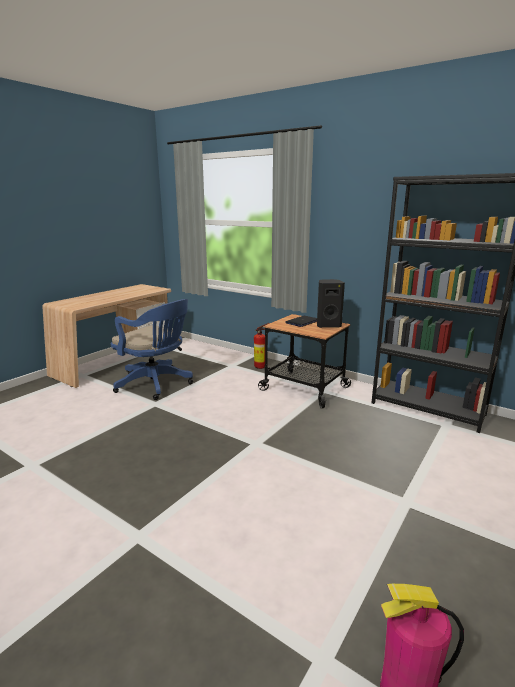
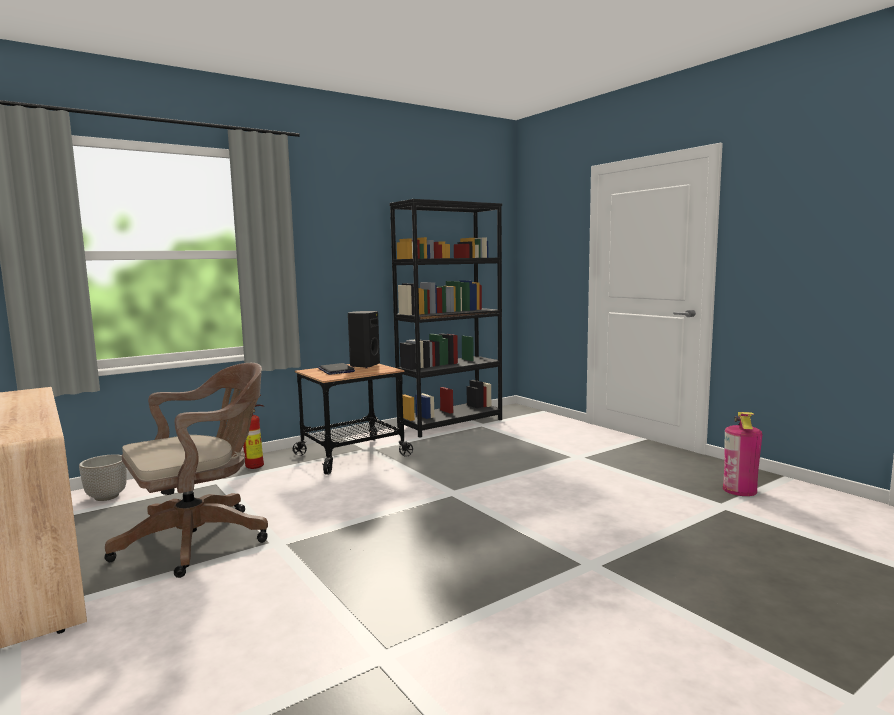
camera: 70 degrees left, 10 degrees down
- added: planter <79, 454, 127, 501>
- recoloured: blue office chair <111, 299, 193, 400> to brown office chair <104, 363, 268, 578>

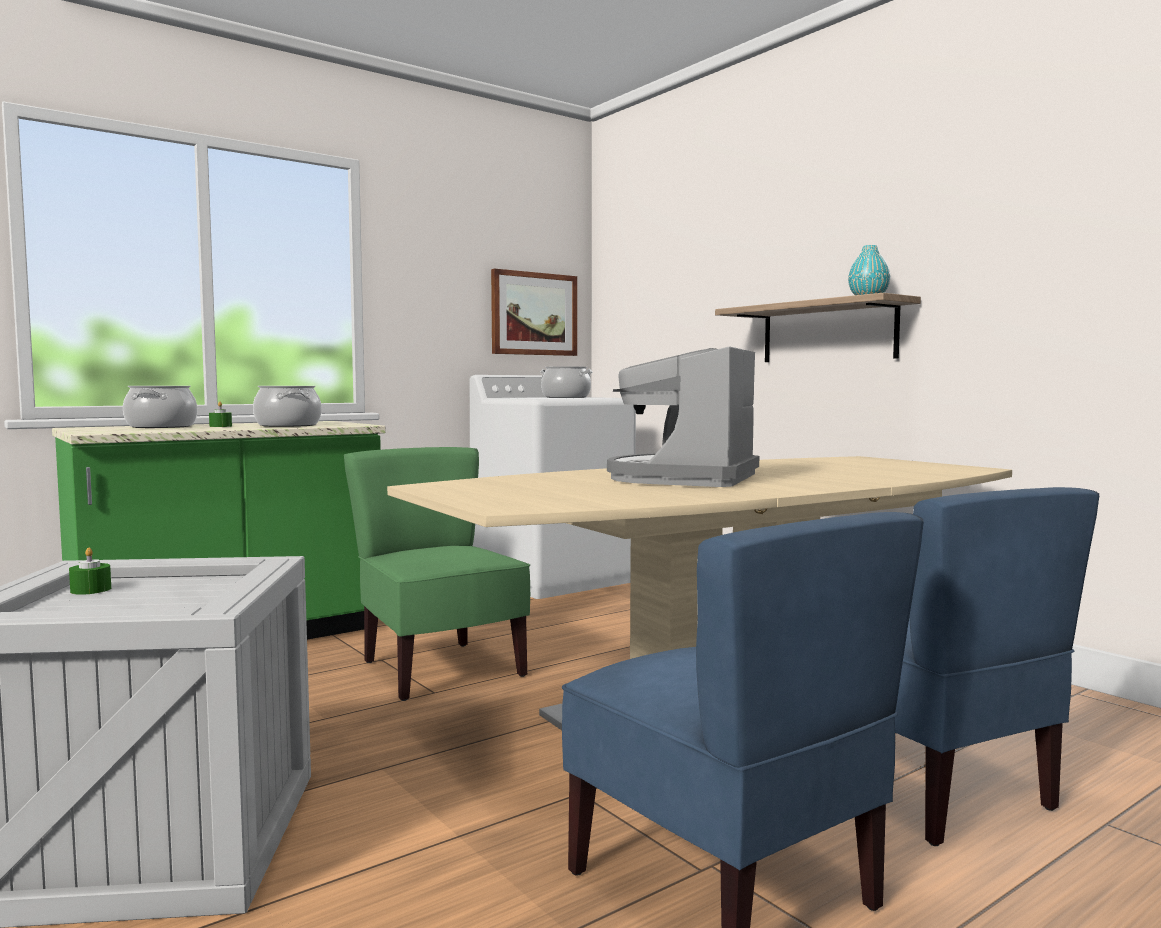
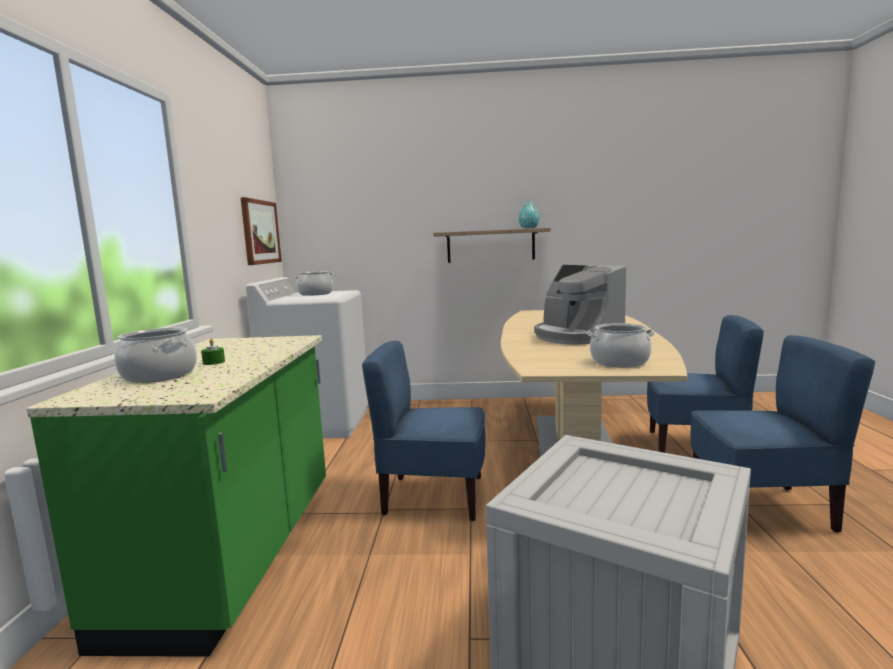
camera: 50 degrees left, 5 degrees up
- removed: green candle <69, 548, 111, 595>
- moved: cooking pot <253, 386, 322, 427> to <587, 323, 655, 367>
- recoloured: green chair <344, 447, 530, 701> to blue chair <362, 341, 485, 521>

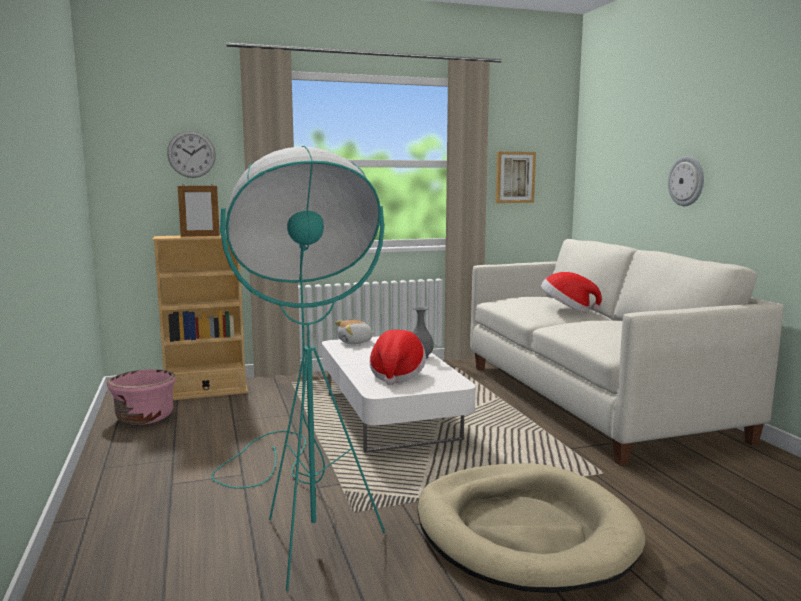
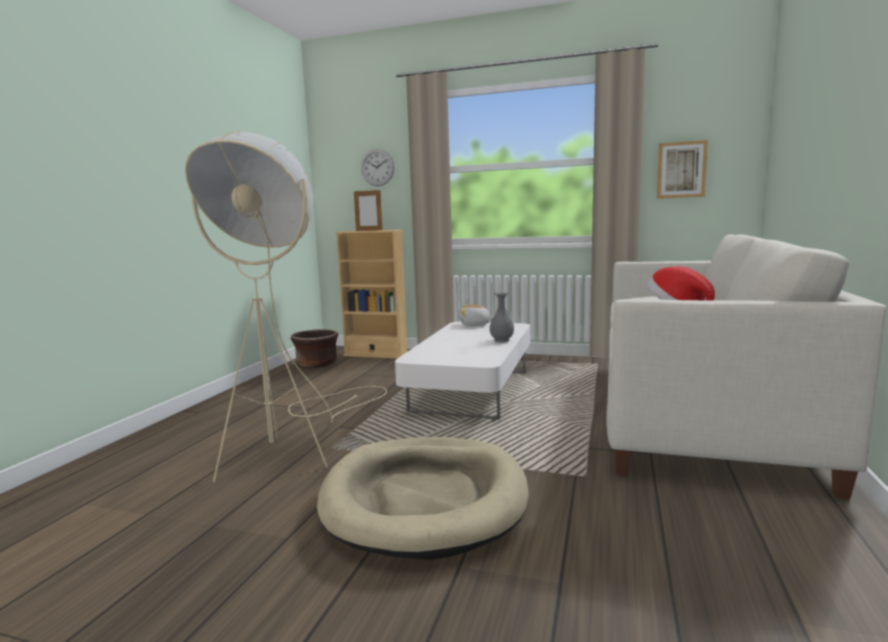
camera: 35 degrees right, 0 degrees up
- removed: hat <370, 330, 426, 385>
- removed: wall clock <668, 156, 704, 206>
- recoloured: pink planter <107, 369, 176, 425> to brown planter <291, 329, 338, 368>
- recoloured: turquoise floor lamp <211, 146, 385, 590> to beige floor lamp <185, 131, 387, 482>

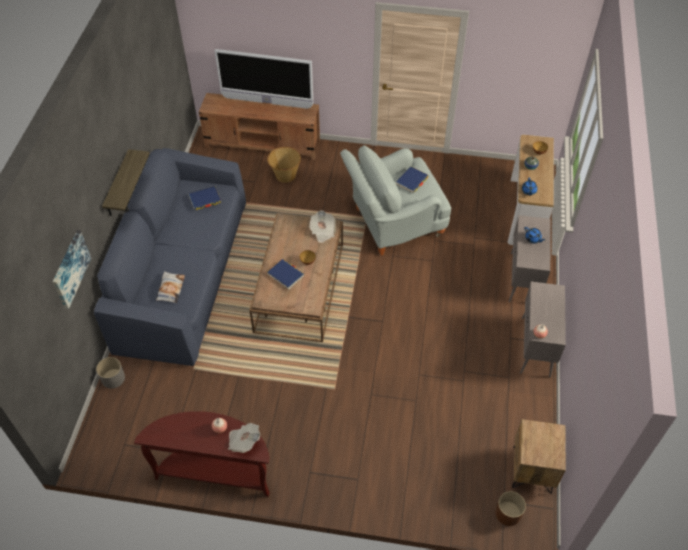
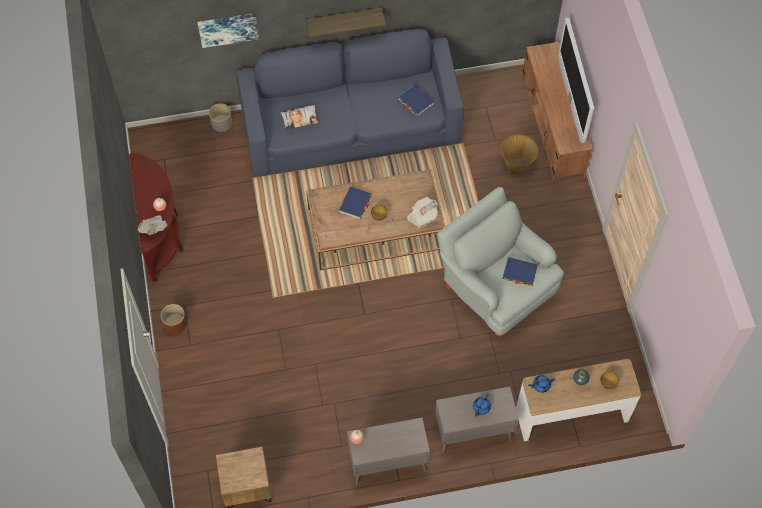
camera: 70 degrees right, 10 degrees up
- moved: brown planter <495, 491, 526, 526> to <161, 304, 187, 334>

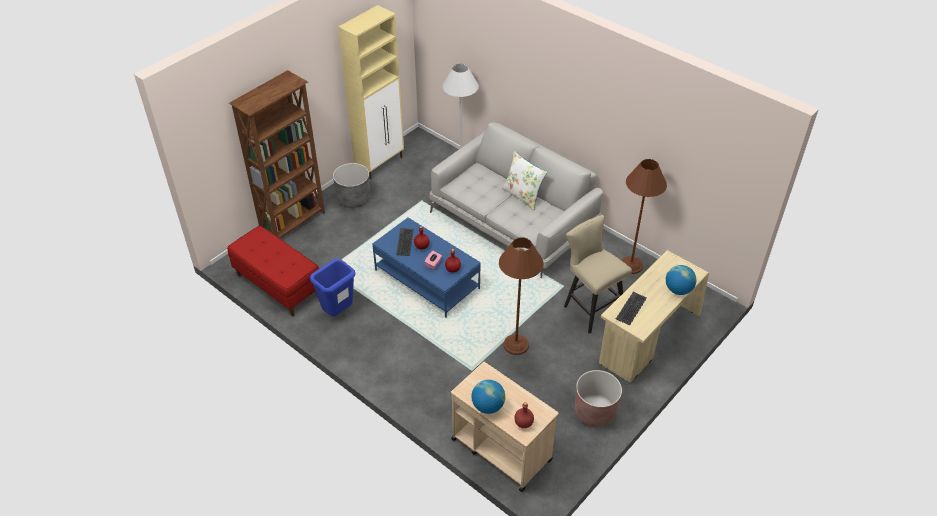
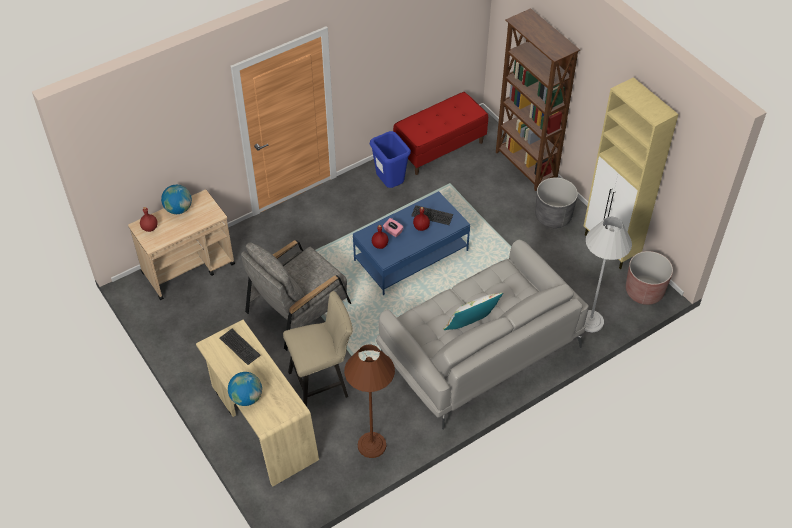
camera: 105 degrees right, 5 degrees up
- moved: brown planter <575, 370, 622, 427> to <626, 251, 673, 305>
- replaced: brown floor lamp <499, 237, 543, 355> to grey armchair <241, 240, 351, 351>

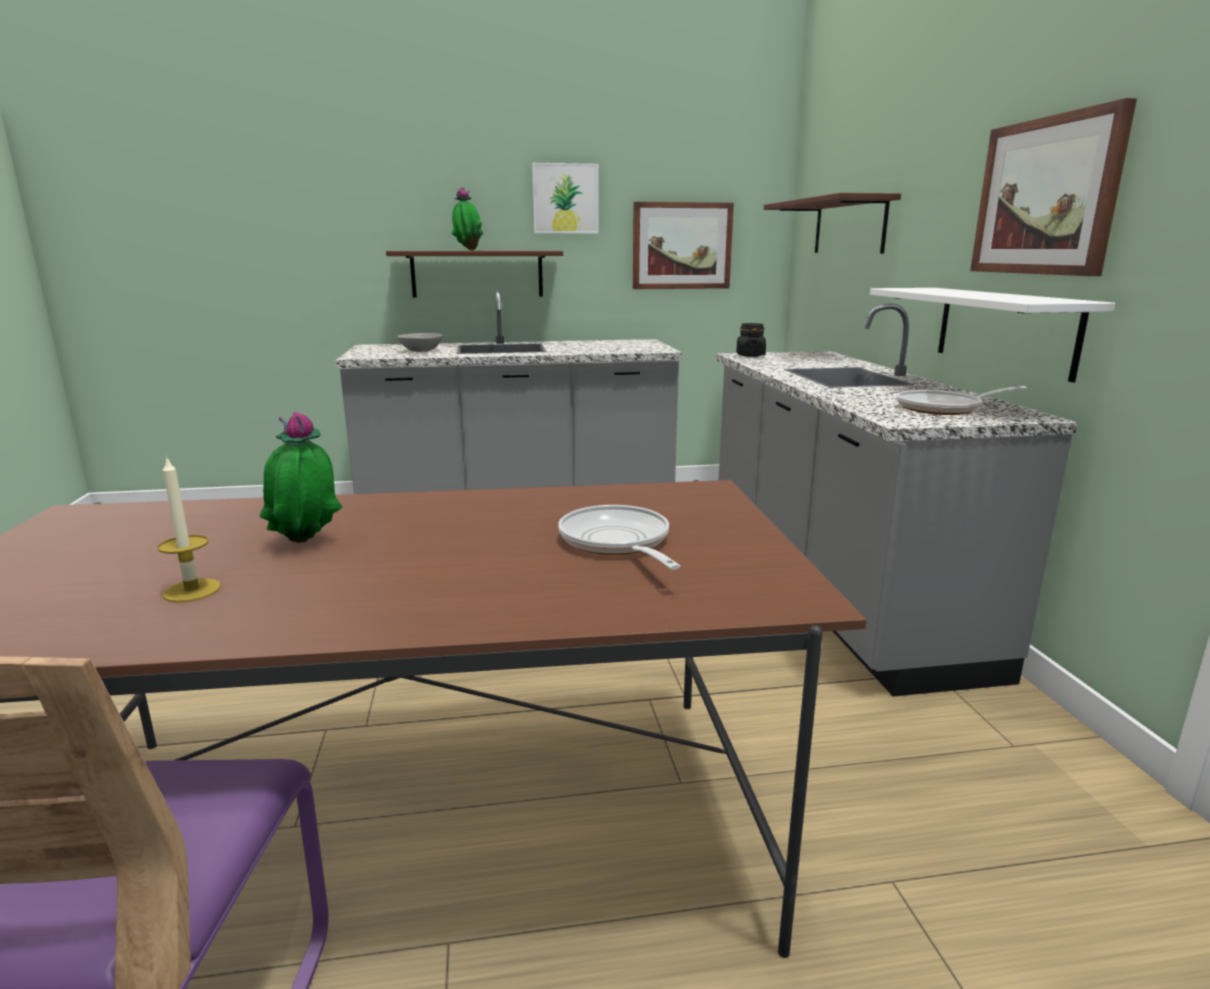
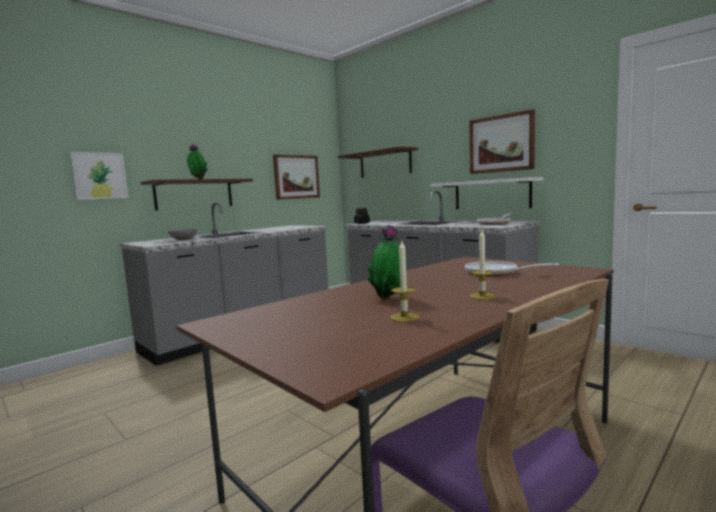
camera: 35 degrees left, 10 degrees down
- added: candle <470, 230, 496, 300>
- moved: picture <532, 163, 599, 234> to <70, 152, 128, 200>

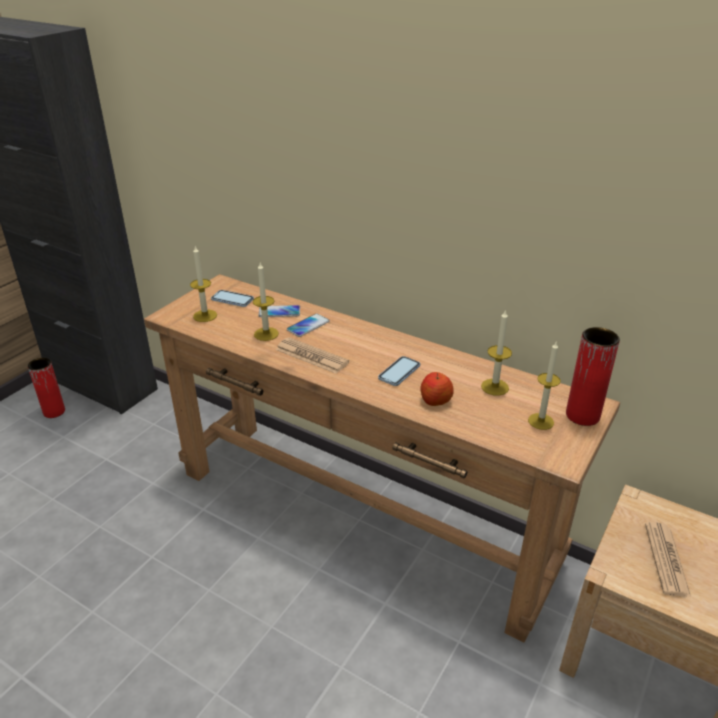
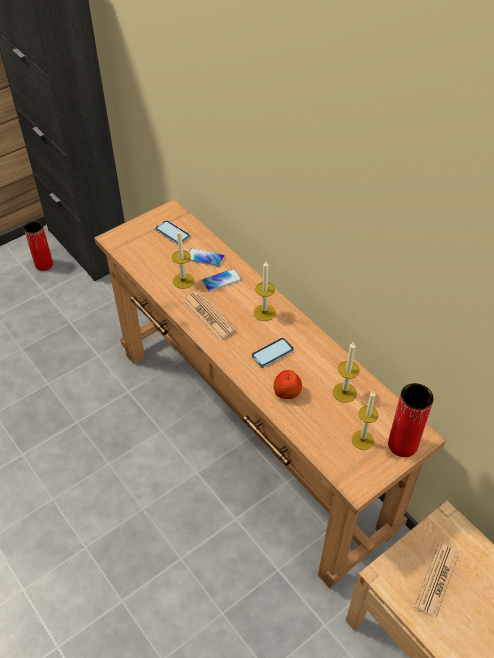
camera: 20 degrees right, 15 degrees up
- moved: candle <190, 246, 217, 322> to <253, 261, 276, 321>

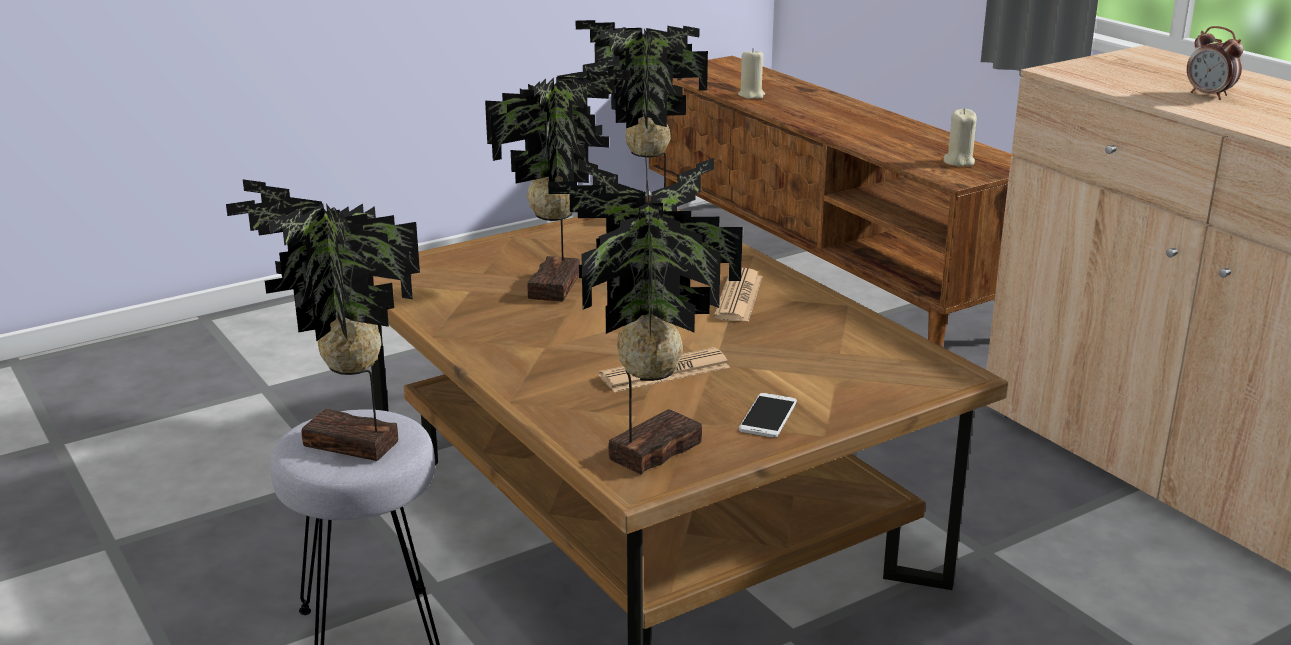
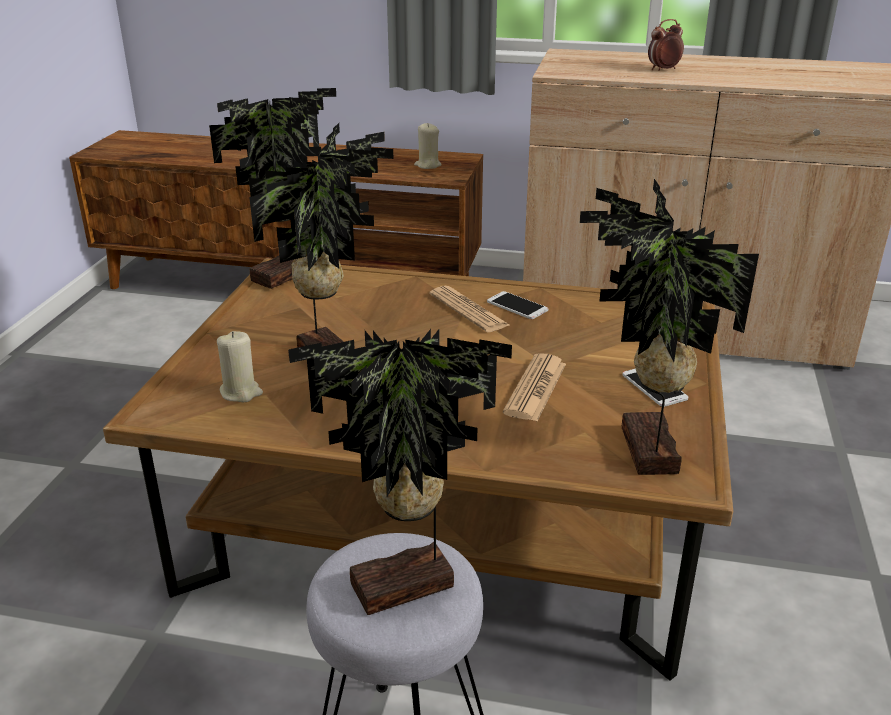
camera: 45 degrees left, 5 degrees up
- added: phone <487, 291, 548, 319>
- moved: beige candle <738, 48, 765, 99> to <217, 331, 263, 402>
- turned: alarm clock <1187, 26, 1244, 100> = <648, 19, 684, 71> 150 degrees clockwise

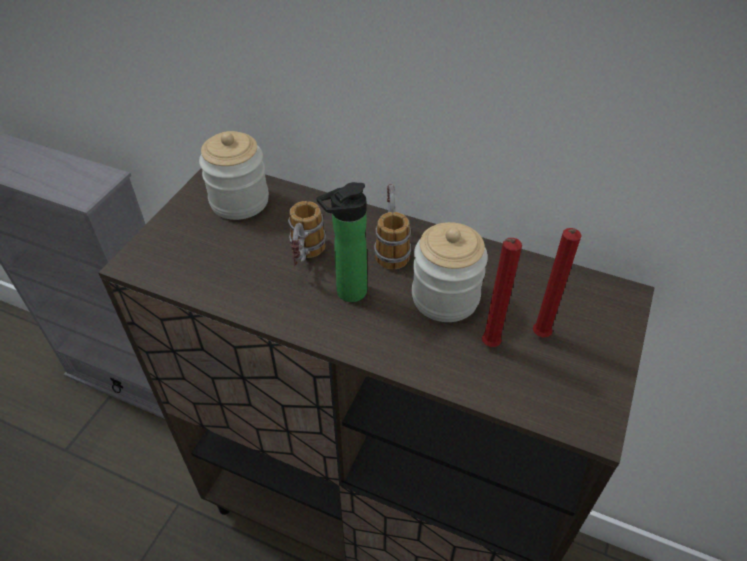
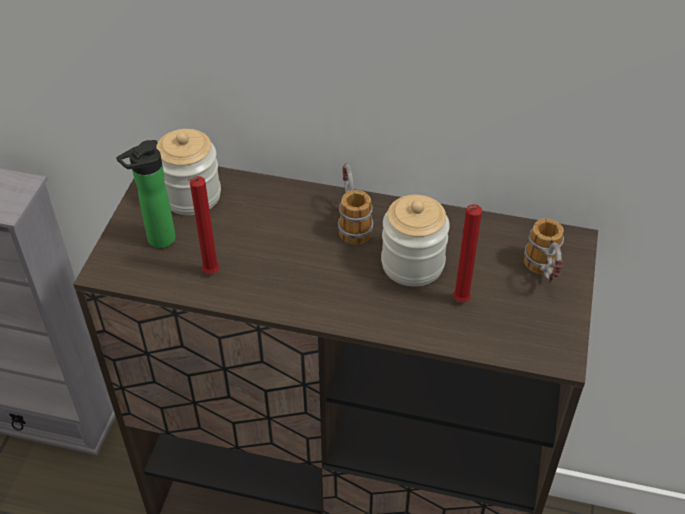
camera: 10 degrees left, 0 degrees up
- moved: mug <288, 201, 326, 266> to <524, 219, 564, 284>
- moved: bottle <316, 182, 367, 302> to <116, 140, 176, 248>
- moved: red candle <533, 228, 582, 337> to <187, 176, 219, 274>

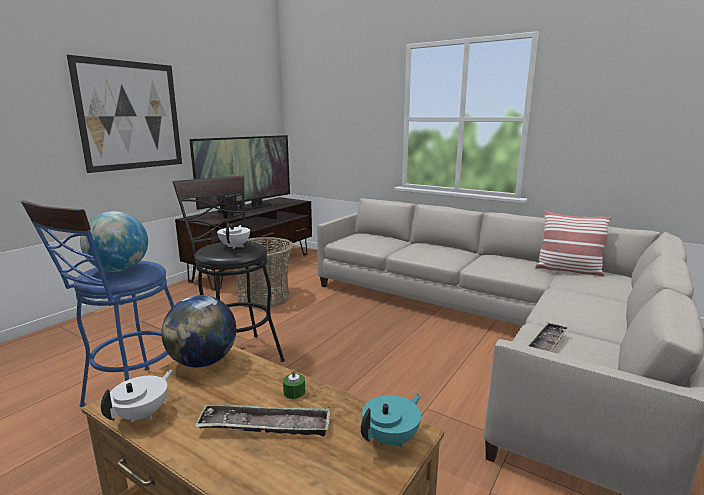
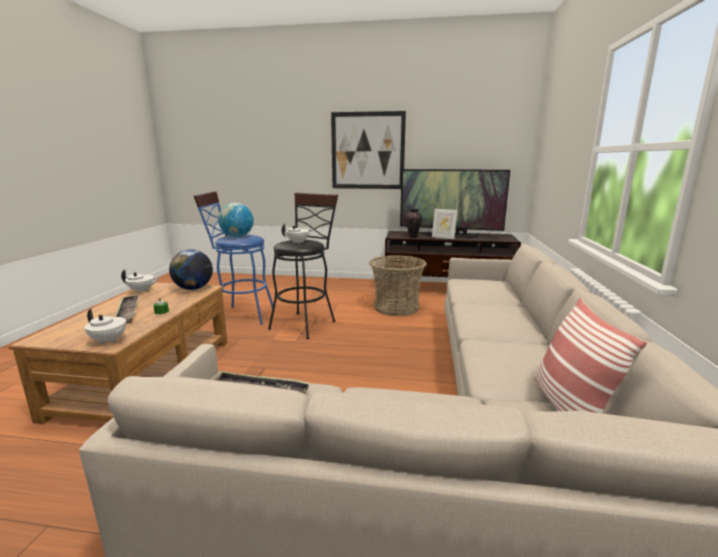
camera: 65 degrees right, 0 degrees up
- added: picture frame <432, 209, 457, 239>
- recoloured: turquoise teapot <361, 394, 421, 448> to white teapot <84, 309, 126, 344>

